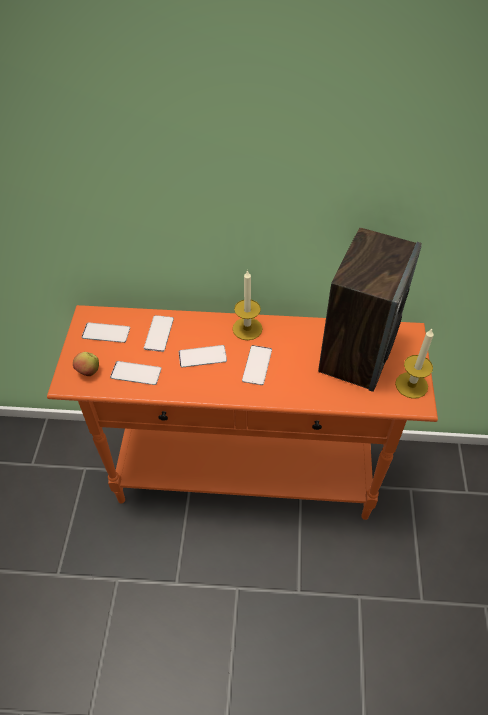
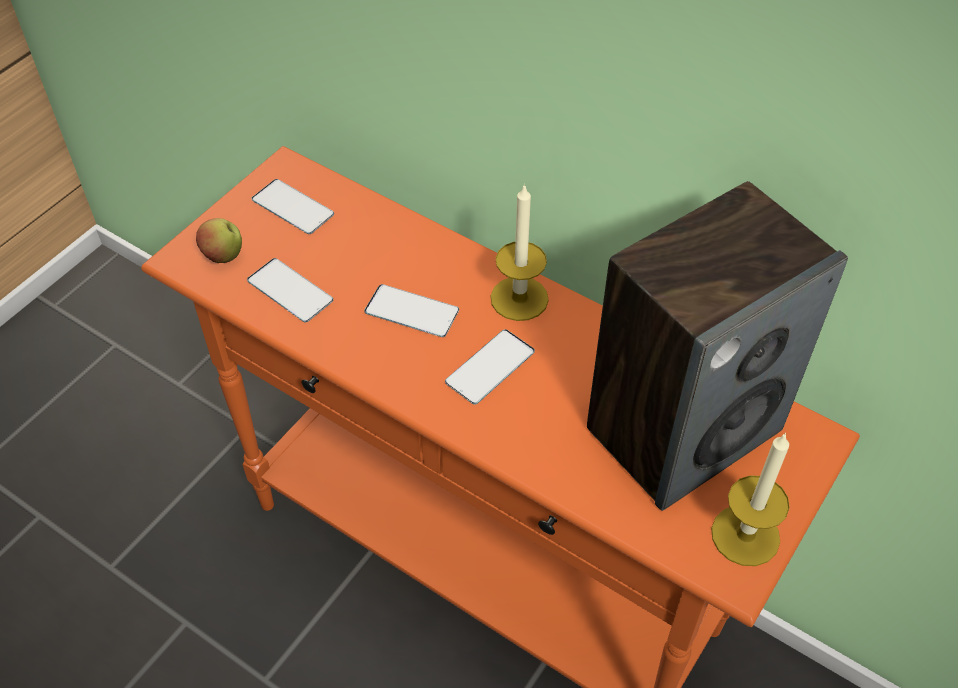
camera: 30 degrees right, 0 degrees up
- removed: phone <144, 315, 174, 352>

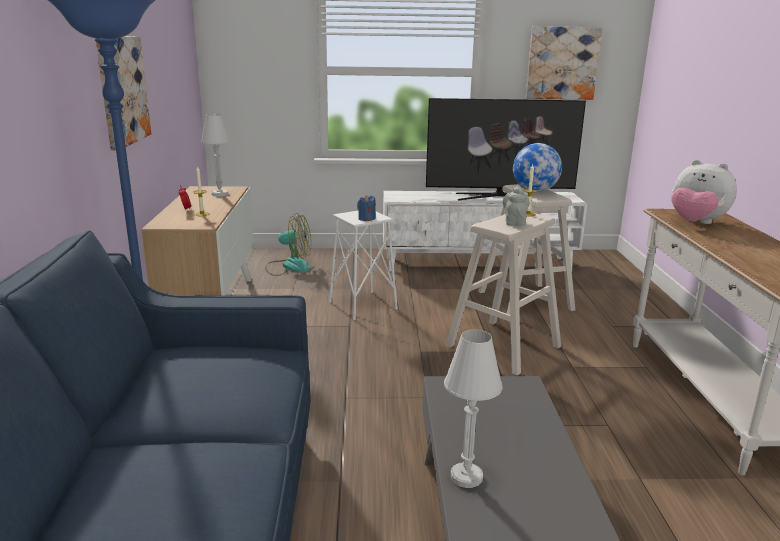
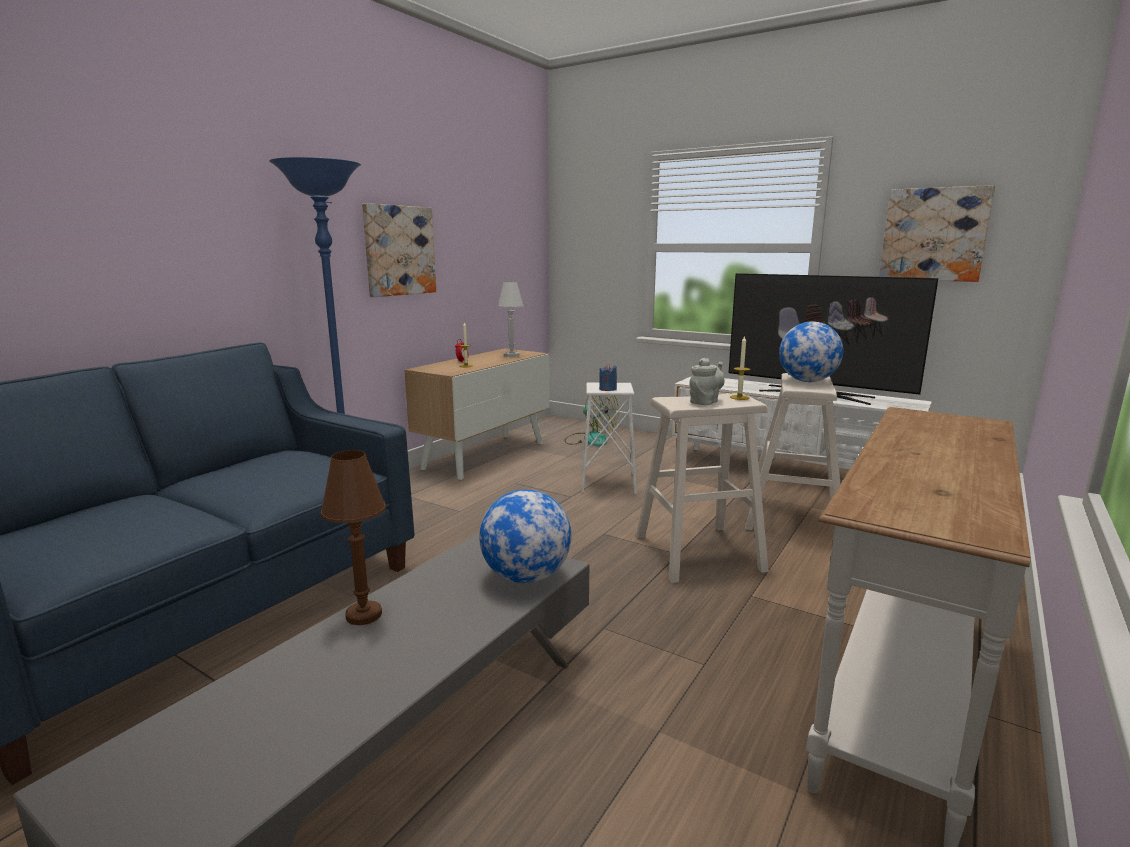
camera: 35 degrees right, 5 degrees down
- removed: plush toy <671, 160, 737, 224>
- added: globe <479, 489, 571, 583>
- recoloured: white table lamp <444, 330, 503, 488> to brown table lamp <321, 450, 386, 625>

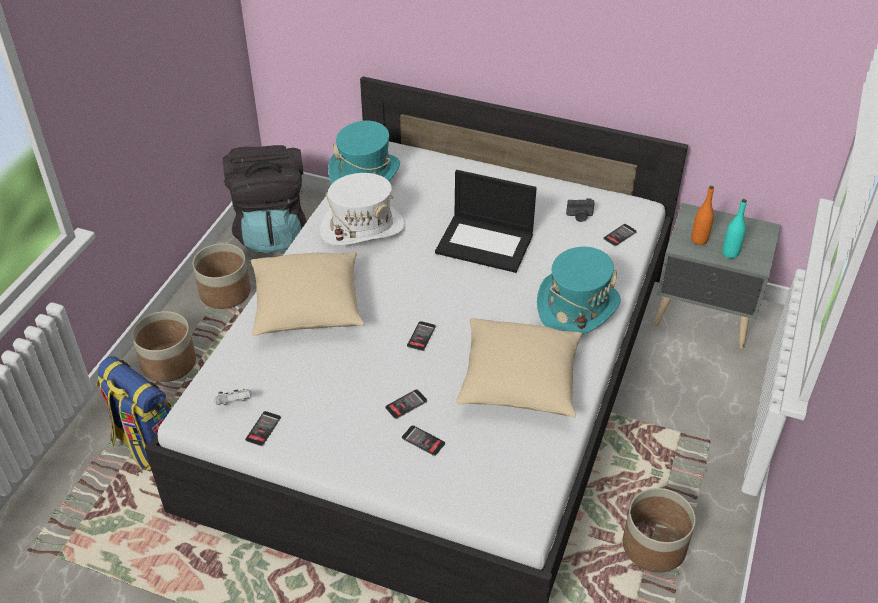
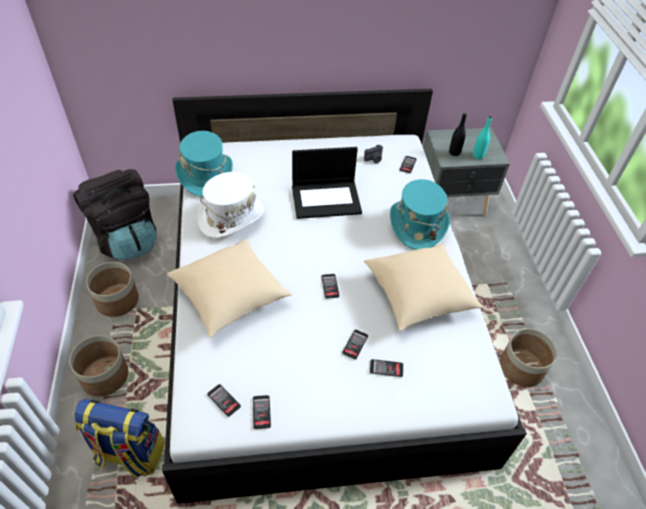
camera: 30 degrees left, 5 degrees up
- replaced: white game controller <214, 389, 252, 405> to phone <207, 384, 241, 417>
- recoloured: orange bottle <691, 186, 714, 245> to black bottle <449, 113, 467, 156>

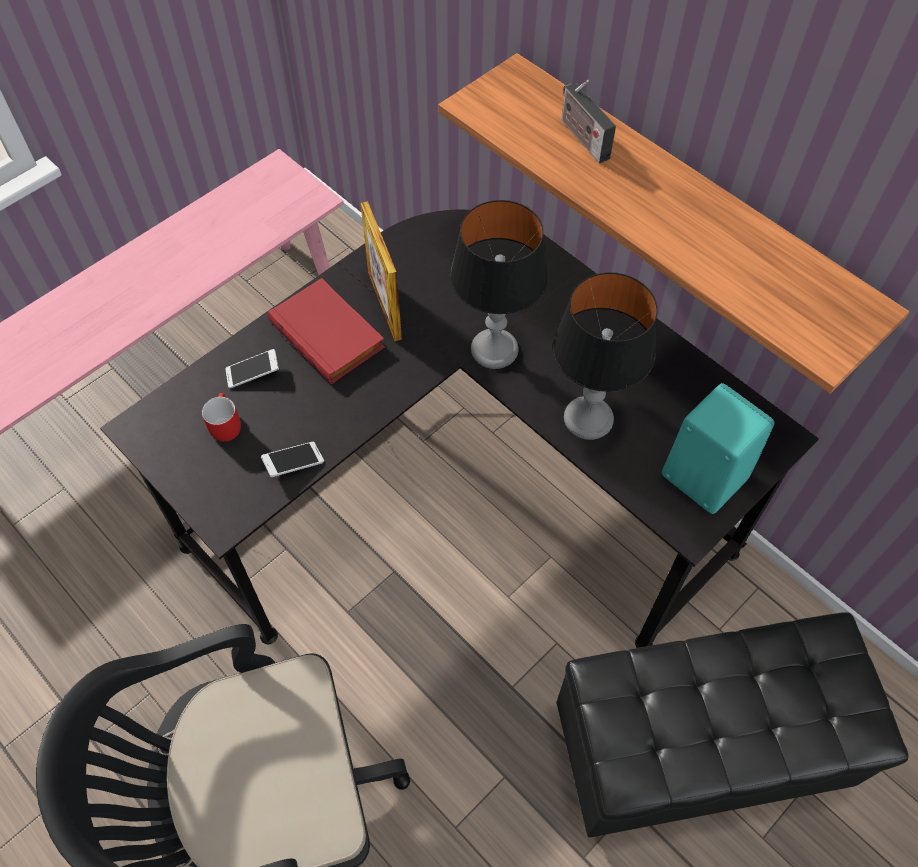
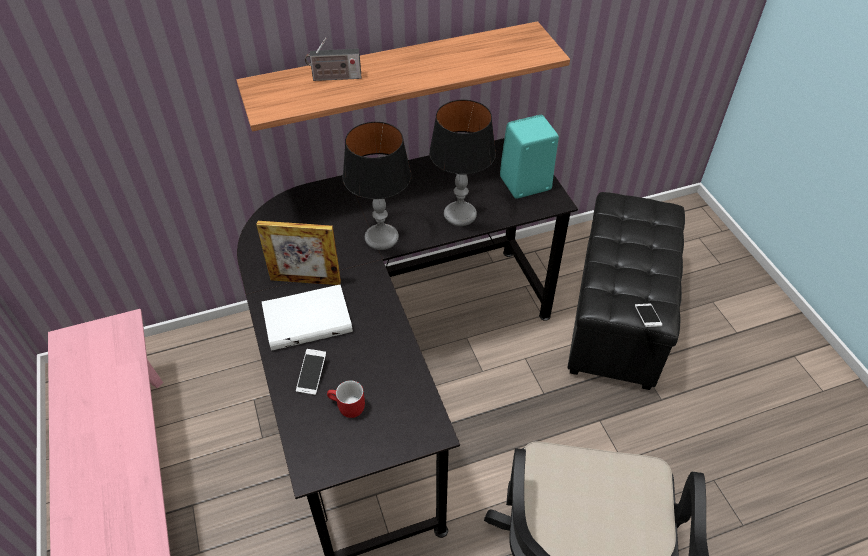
camera: 65 degrees left, 10 degrees down
- moved: phone <261, 442, 324, 477> to <635, 304, 662, 327>
- recoloured: red book <268, 278, 385, 384> to white book <262, 284, 353, 351>

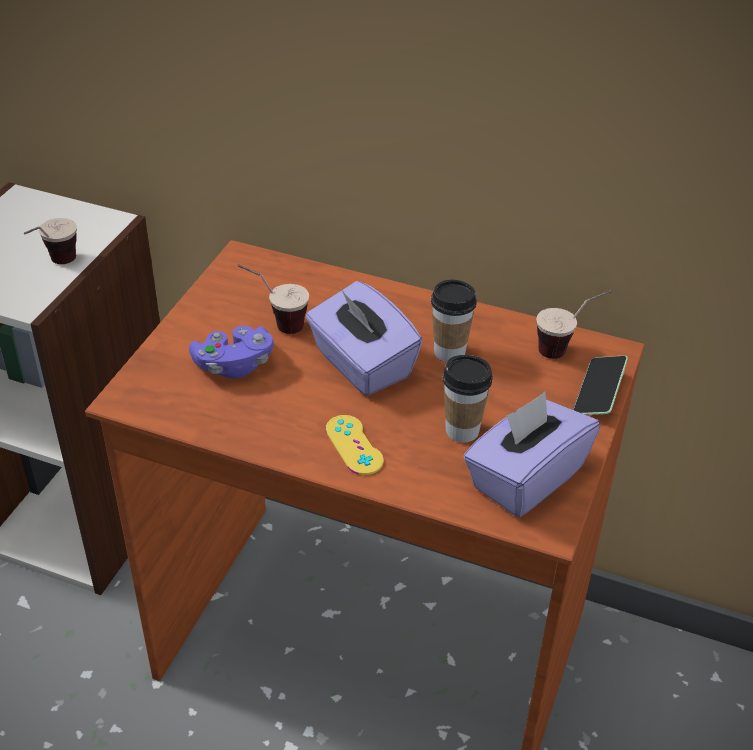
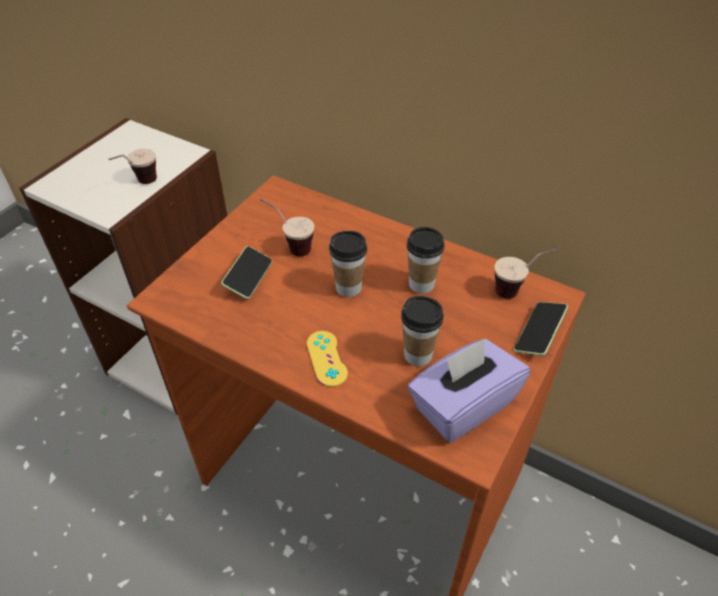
camera: 10 degrees right, 5 degrees up
- replaced: purple game controller <189, 326, 274, 379> to phone <221, 246, 272, 299>
- replaced: purple tissue box <306, 281, 422, 396> to cup <329, 231, 367, 297>

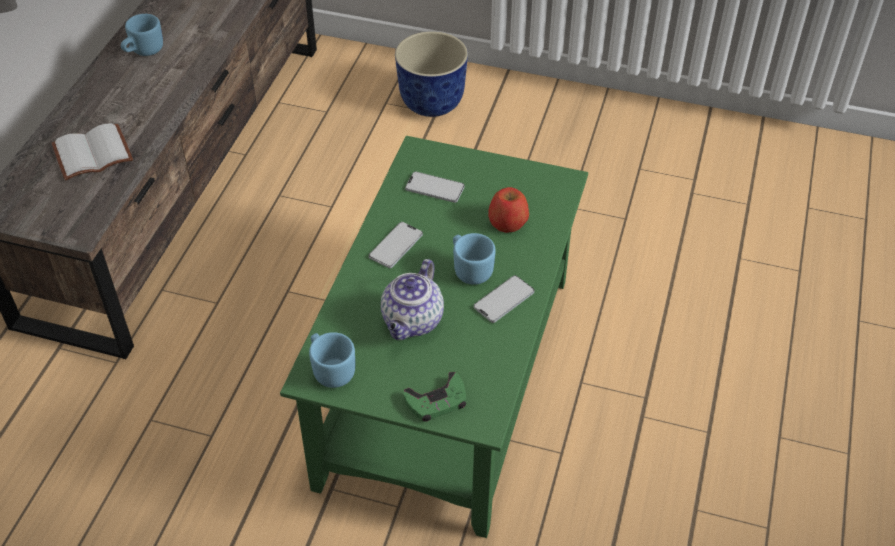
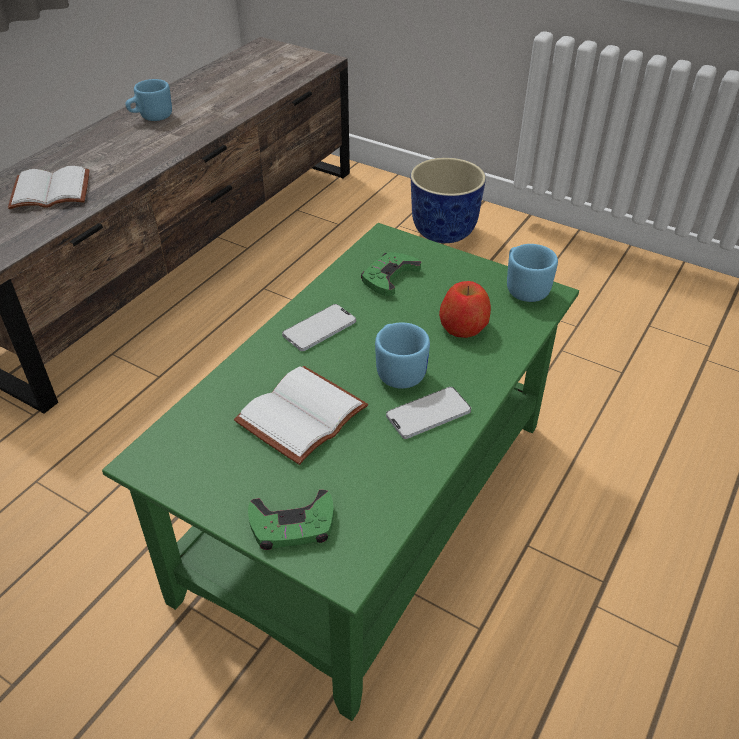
camera: 15 degrees right, 5 degrees down
- moved: blue mug <309, 332, 355, 388> to <507, 244, 558, 302>
- replaced: teapot <381, 259, 444, 340> to white book <234, 366, 368, 465>
- replaced: phone <405, 172, 465, 203> to green game controller <361, 252, 421, 296>

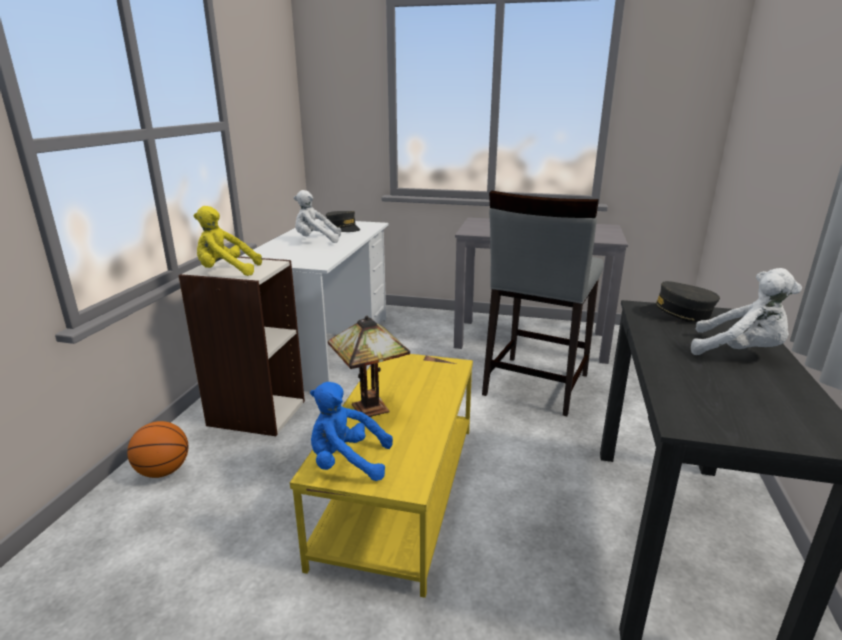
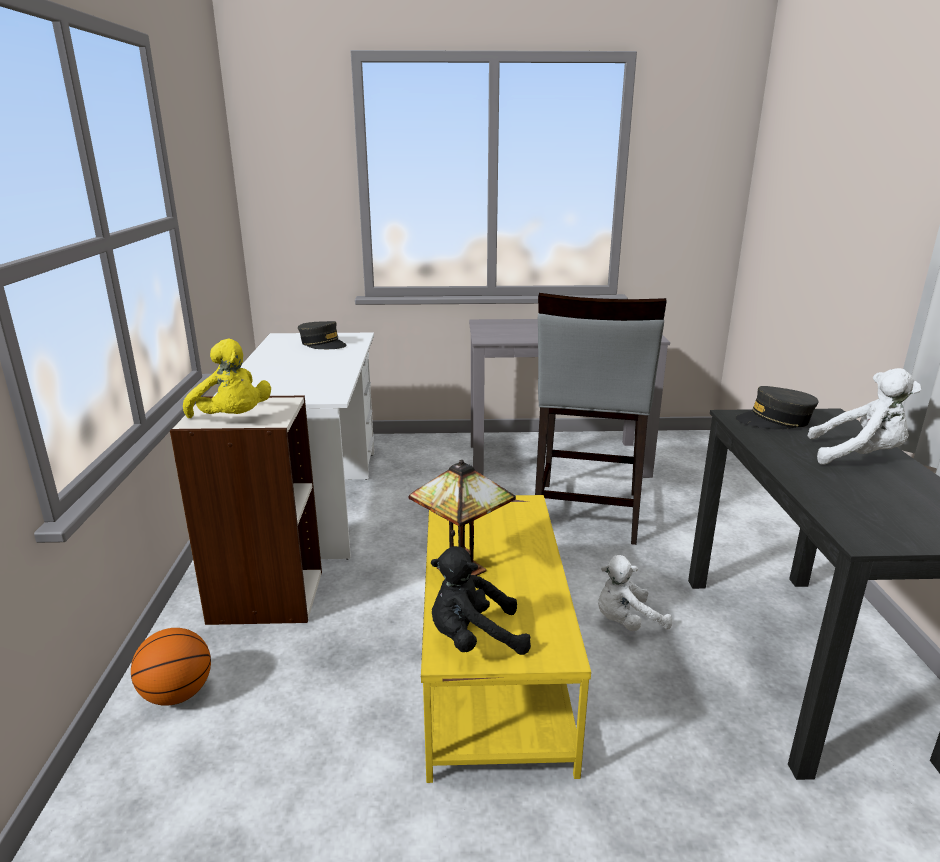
camera: 15 degrees left, 0 degrees up
- moved: white plush toy <294, 190, 341, 243> to <598, 555, 672, 631>
- recoloured: blue plush toy <310, 382, 393, 481> to black plush toy <431, 546, 531, 655>
- turned: yellow plush toy <194, 206, 262, 276> = <183, 339, 271, 418> 120 degrees counterclockwise

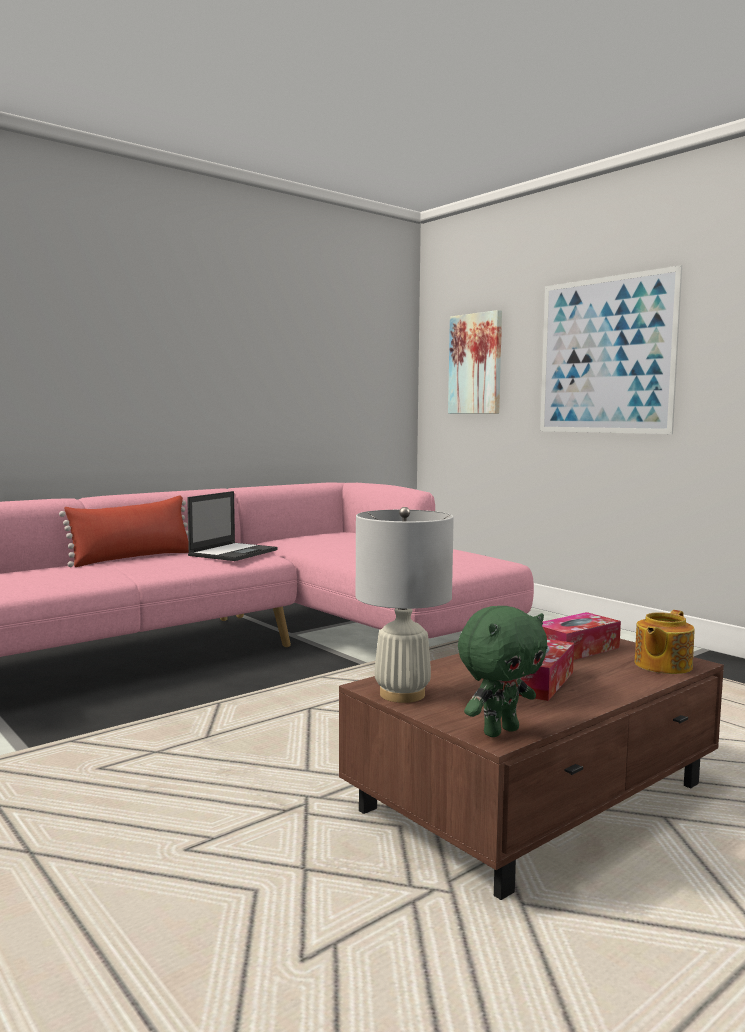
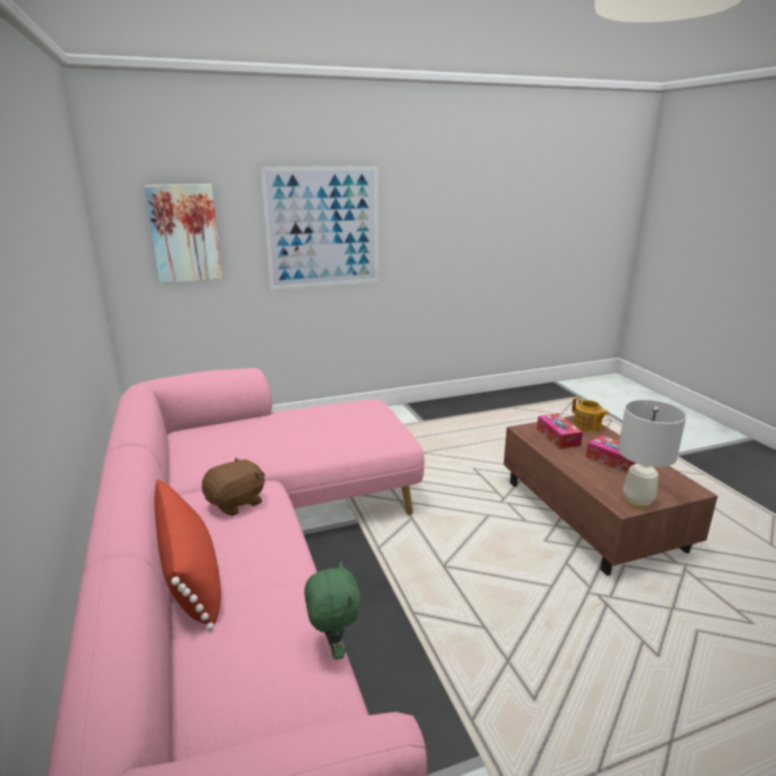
camera: 70 degrees left, 15 degrees up
- moved: green plush toy <458, 606, 548, 737> to <304, 561, 361, 659>
- replaced: laptop <187, 491, 278, 561> to brown plush toy <202, 457, 265, 516>

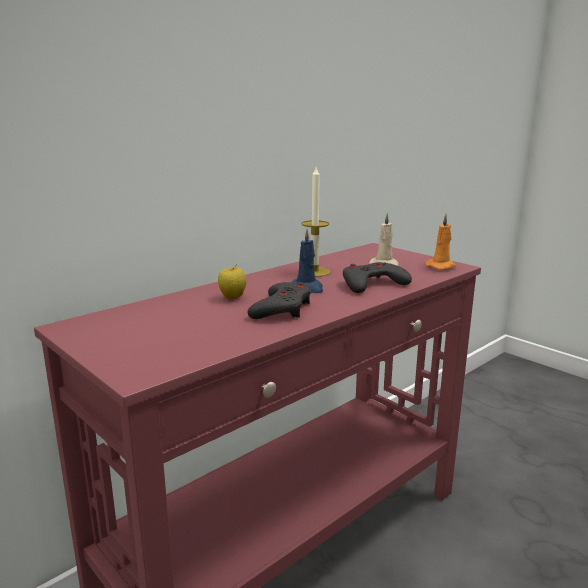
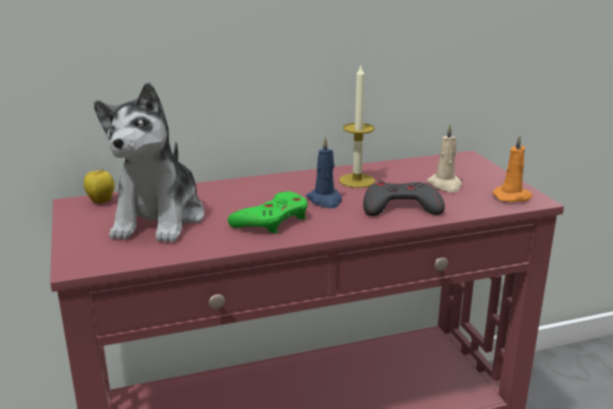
camera: 25 degrees right, 5 degrees up
- added: plush toy <94, 82, 204, 243>
- moved: apple <218, 264, 246, 299> to <84, 168, 115, 204>
- recoloured: grey game controller <247, 282, 311, 319> to green game controller <228, 191, 308, 234>

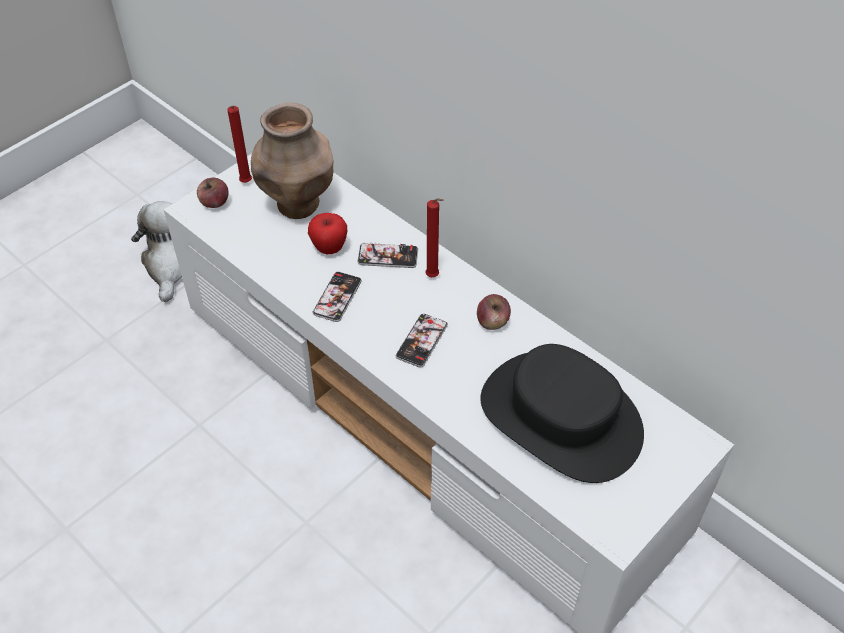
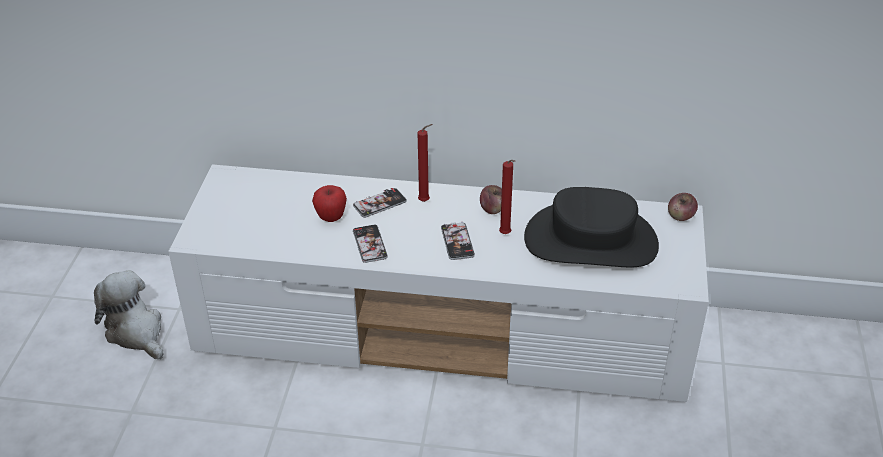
camera: 35 degrees left, 10 degrees down
- removed: brown vase <251, 103, 333, 219>
- moved: apple <197, 178, 228, 208> to <668, 193, 698, 221>
- moved: red candle <227, 106, 252, 183> to <499, 160, 515, 234>

